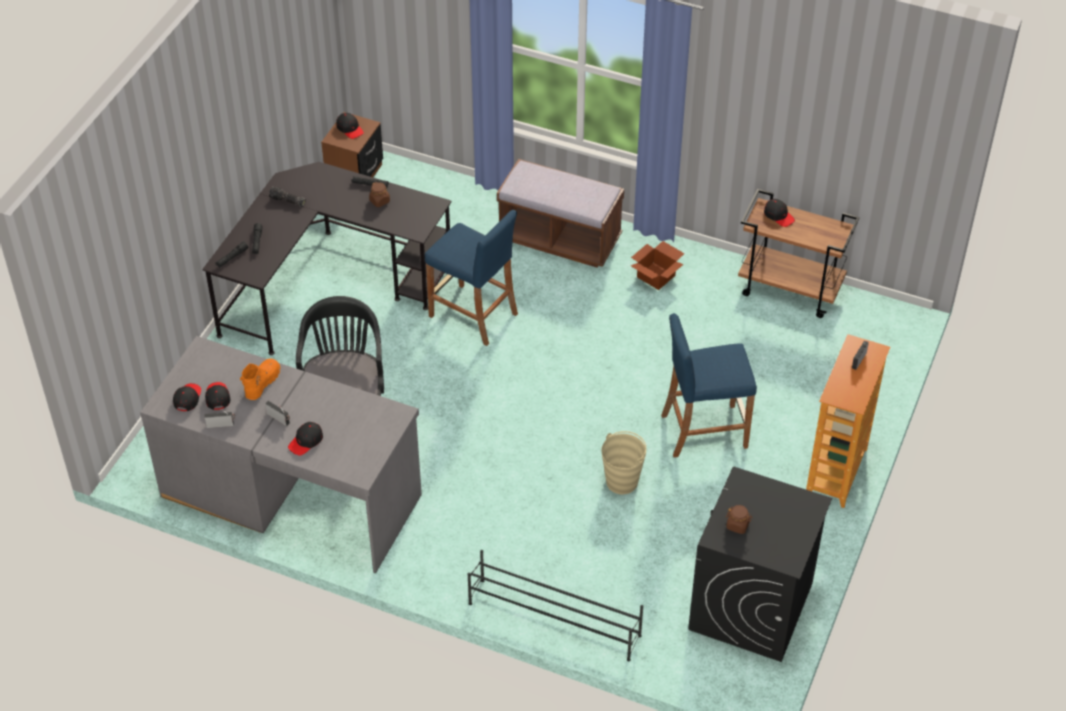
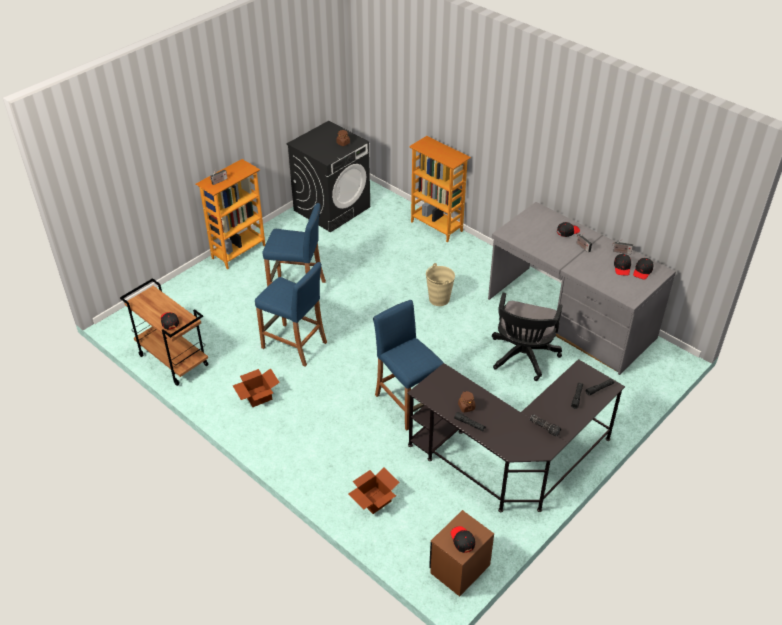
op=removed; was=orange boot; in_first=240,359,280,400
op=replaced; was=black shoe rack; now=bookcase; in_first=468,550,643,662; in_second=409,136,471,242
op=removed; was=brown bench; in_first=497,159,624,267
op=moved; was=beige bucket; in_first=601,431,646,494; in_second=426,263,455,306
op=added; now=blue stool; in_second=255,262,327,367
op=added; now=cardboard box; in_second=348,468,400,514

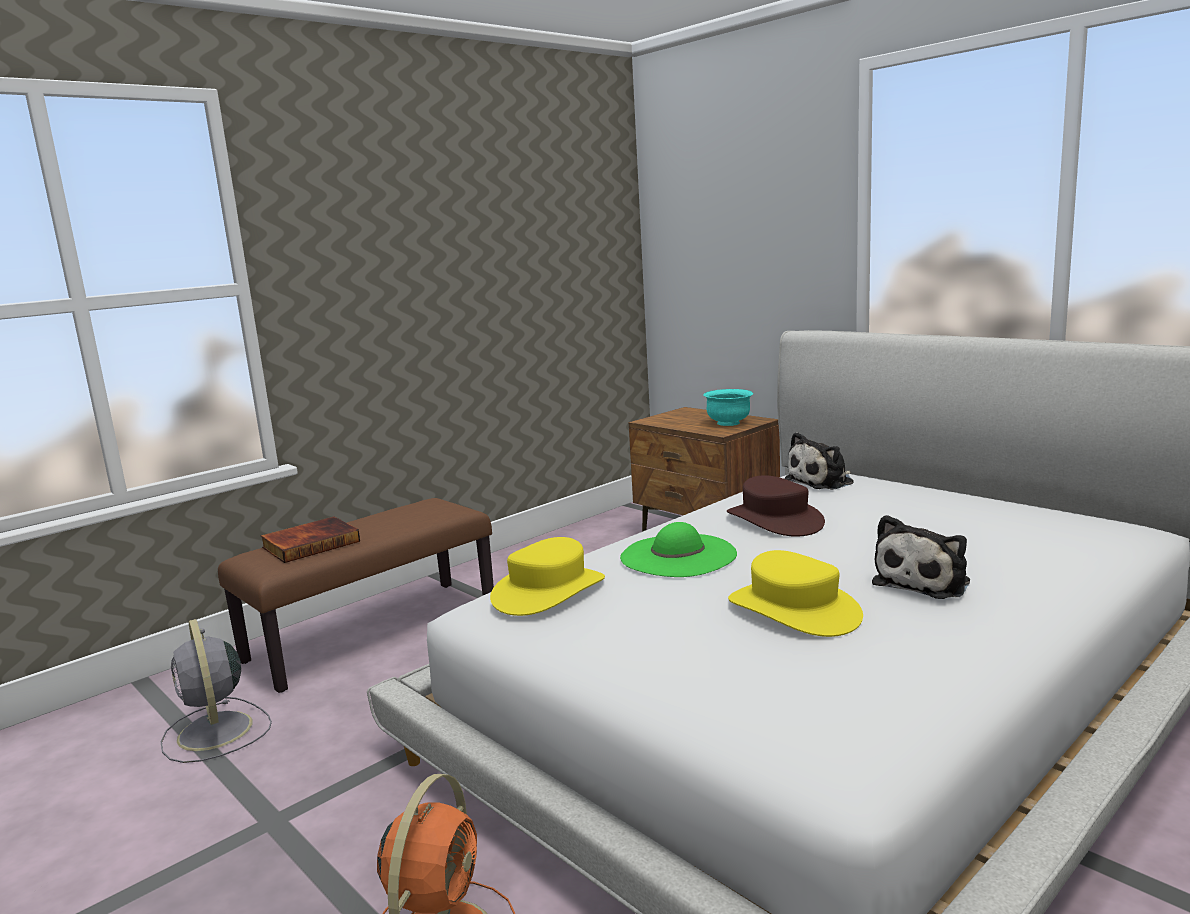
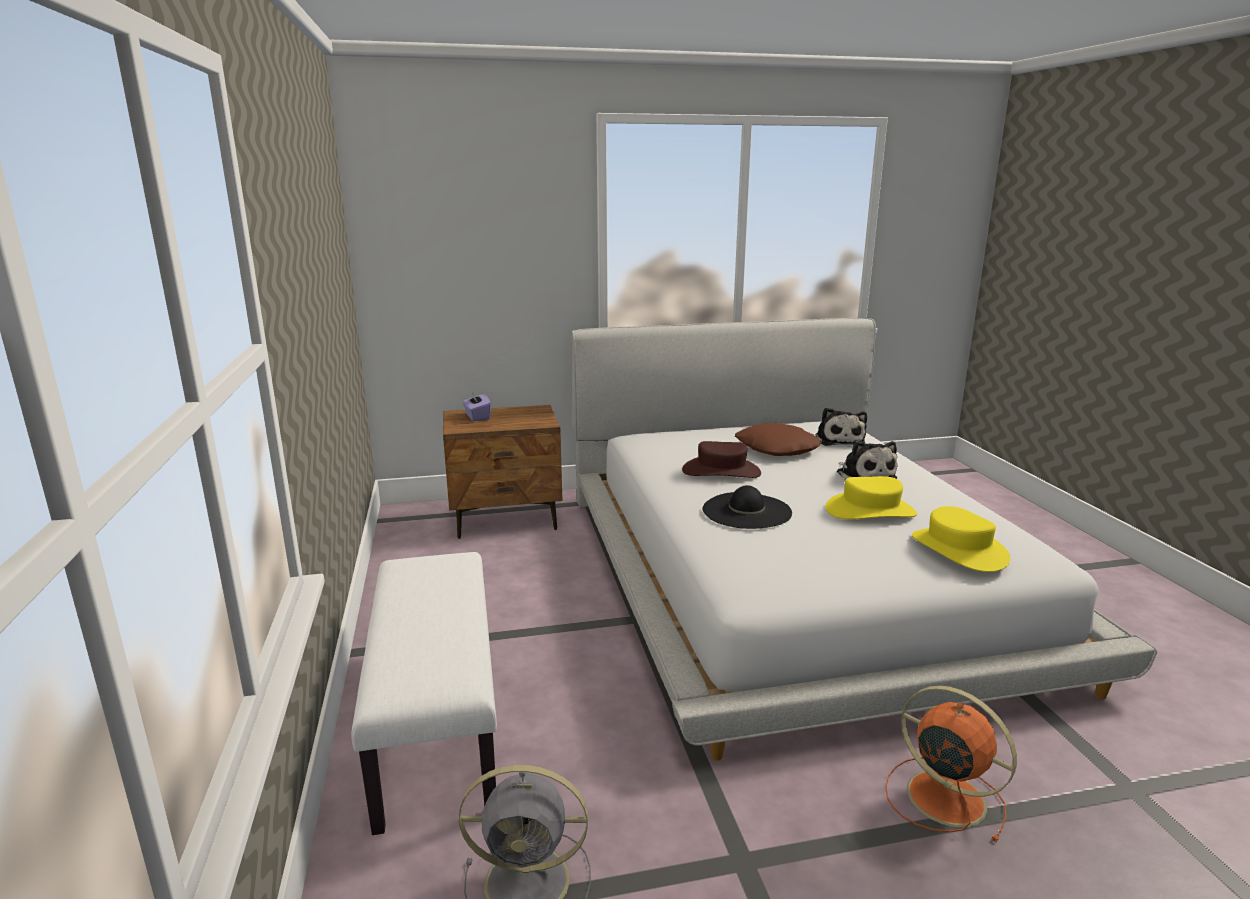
op=recoloured; was=brown bench; now=white bench; in_first=218,498,494,693; in_second=351,552,497,835
op=removed; was=book; in_first=260,516,360,563
op=moved; was=yellow hat; in_first=490,537,605,616; in_second=912,506,1010,572
op=recoloured; was=green hat; now=black hat; in_first=620,522,737,577; in_second=703,485,792,529
op=removed; was=turquoise bowl; in_first=703,389,753,426
op=moved; was=plush toy; in_first=785,432,854,490; in_second=815,407,867,446
op=added; now=purple tissue box; in_second=462,392,491,421
op=added; now=brown pillow; in_second=735,423,822,456

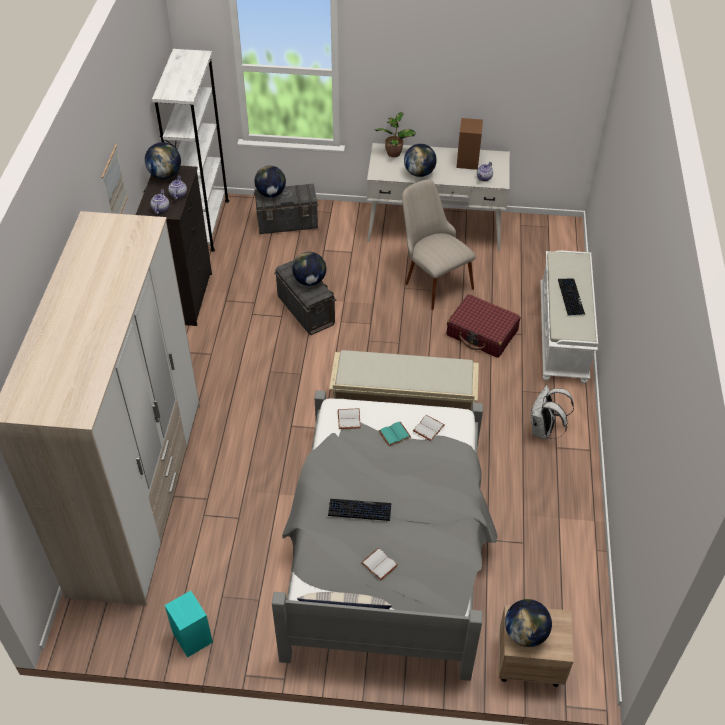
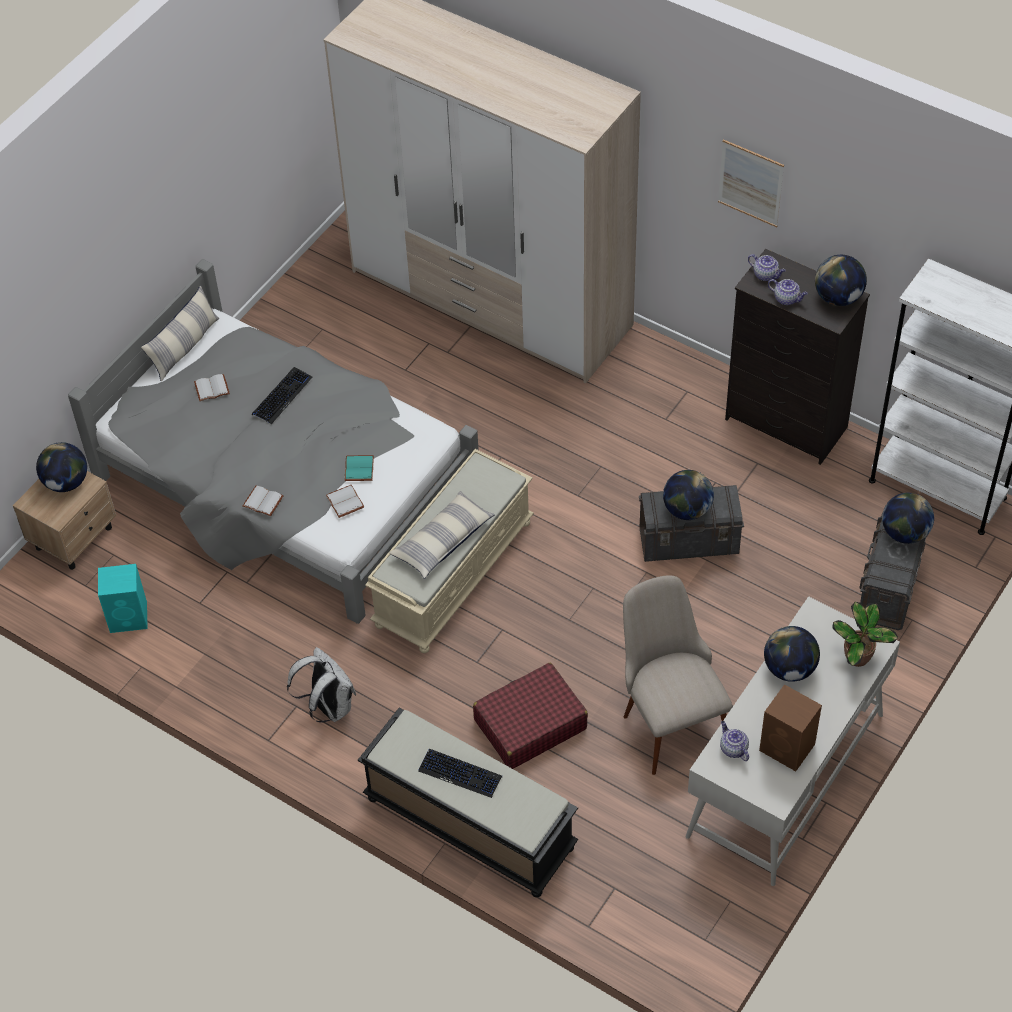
op=moved; was=turquoise speaker; in_first=165,591,213,658; in_second=98,564,148,633
op=moved; was=white book; in_first=338,408,361,429; in_second=243,486,284,516
op=turned; was=beige chair; in_first=402,180,476,310; in_second=623,575,733,775; clockwise=-105
op=recoloured; was=white bench; now=black bench; in_first=540,250,598,384; in_second=357,707,578,897
op=added; now=pillow; in_second=389,491,495,579

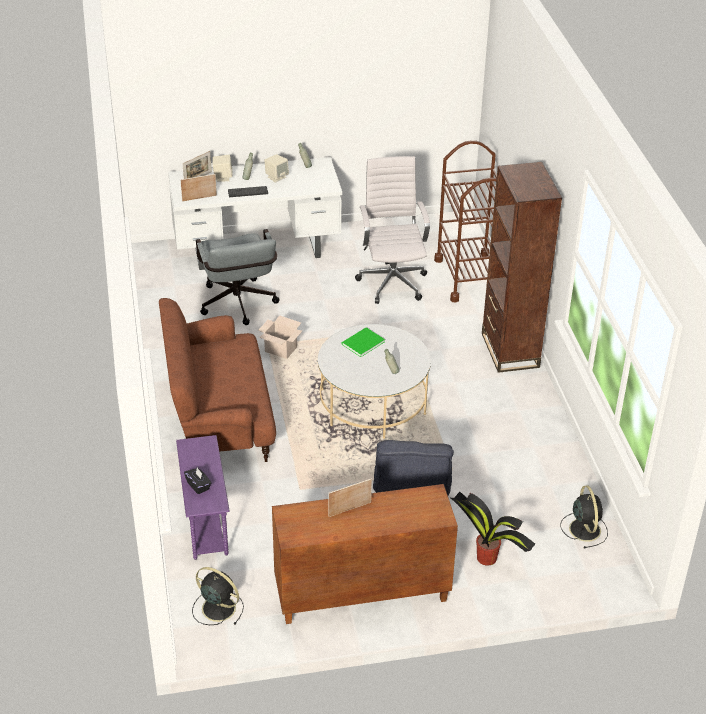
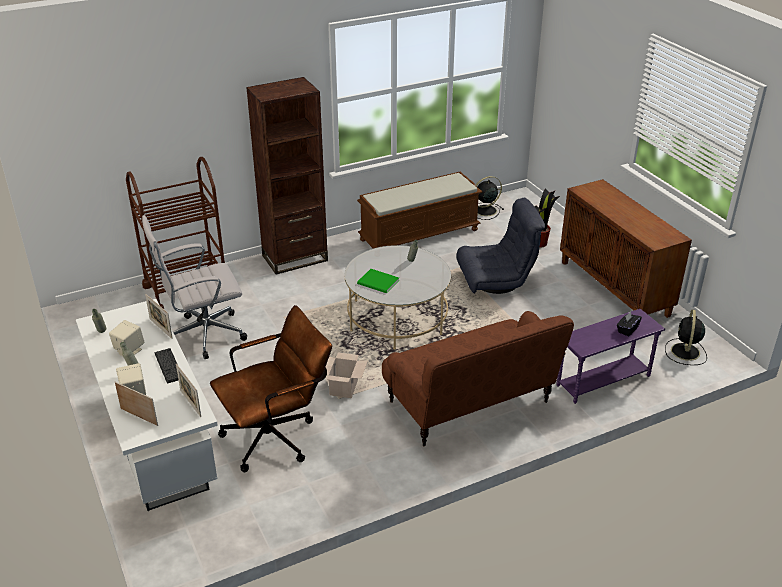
op=recoloured; was=grey office chair; now=brown office chair; in_first=196,229,279,325; in_second=210,305,332,472
op=moved; was=picture frame; in_first=329,478,372,517; in_second=145,294,173,339
op=added; now=brown bench; in_second=357,172,482,249

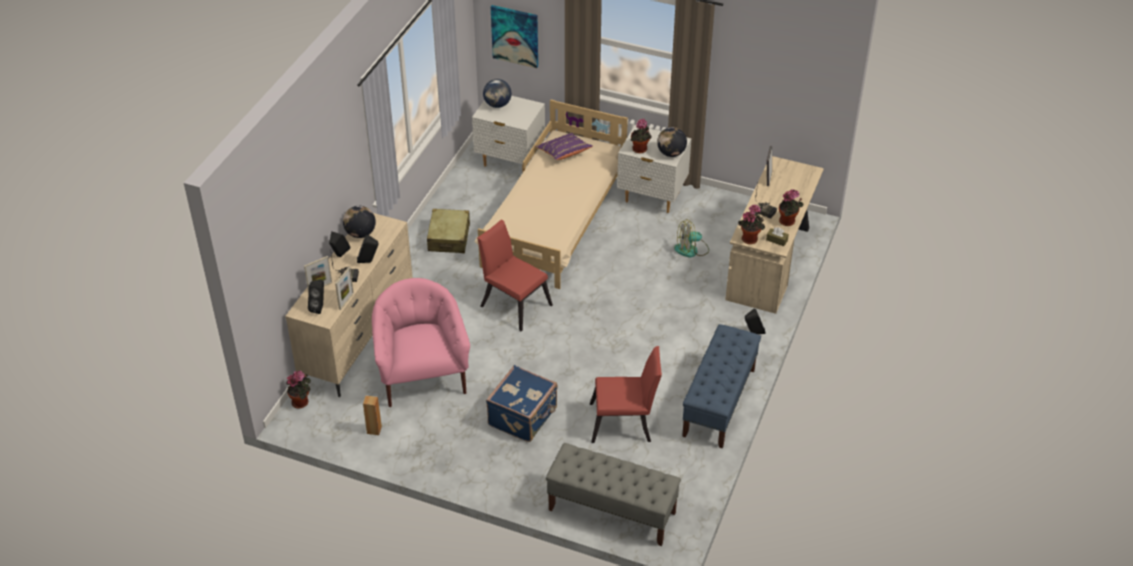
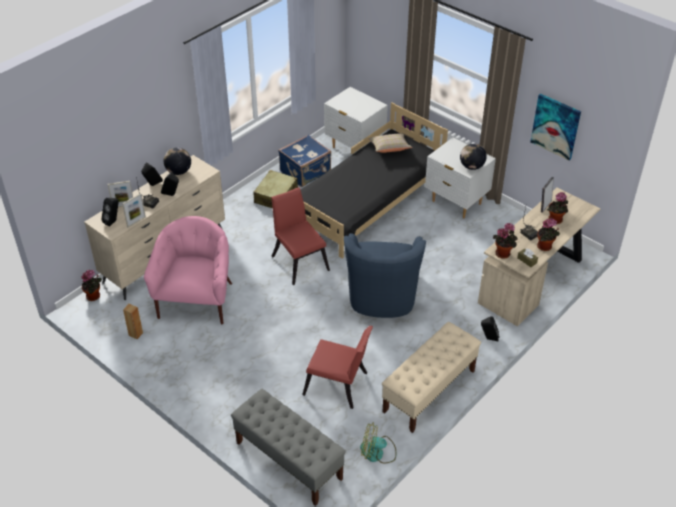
op=recoloured; was=beige bed; now=black bed; in_first=474,99,628,289; in_second=300,102,448,259
op=removed; was=globe; in_first=483,79,512,108
op=moved; was=blue suitcase; in_first=486,365,557,442; in_second=278,135,331,187
op=moved; was=picture; in_first=491,5,538,68; in_second=530,94,581,160
op=recoloured; was=purple pillow; now=beige pillow; in_first=536,133,593,160; in_second=368,134,412,153
op=moved; was=potted plant; in_first=631,119,652,154; in_second=547,192,568,224
op=moved; was=fan; in_first=674,219,709,258; in_second=360,422,397,464
op=recoloured; was=blue bench; now=beige bench; in_first=682,324,761,448; in_second=382,322,481,433
op=added; now=blue armchair; in_second=344,233,426,318

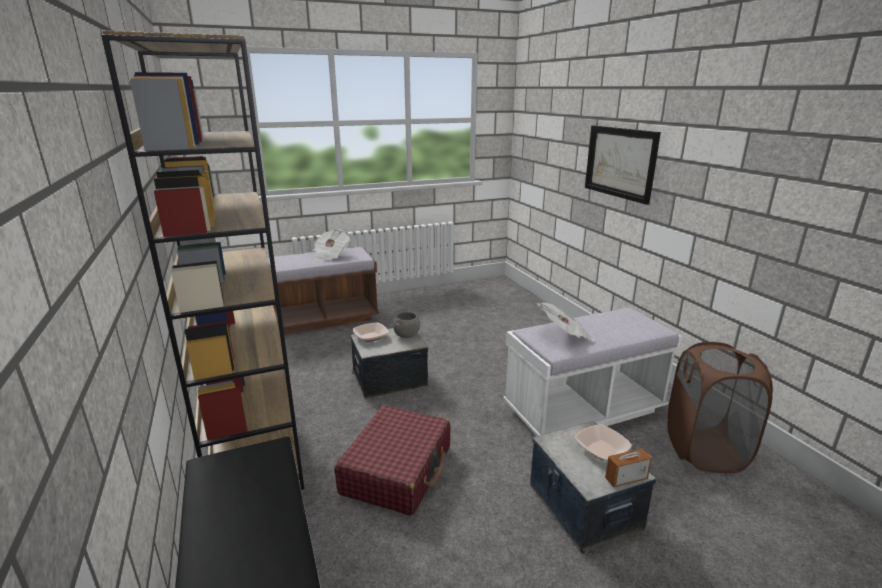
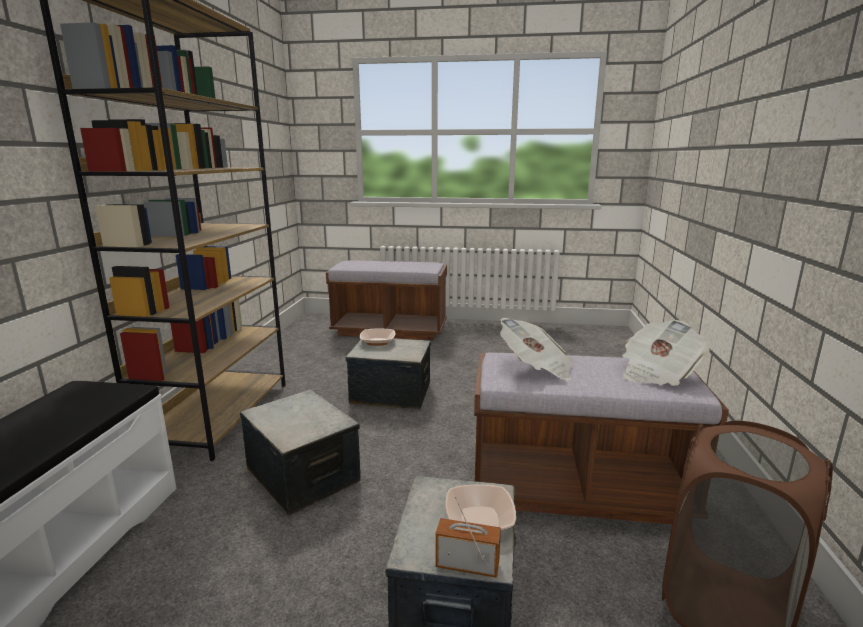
op=moved; was=newspaper; in_first=313,229,350,261; in_second=622,320,710,386
op=replaced; was=red suitcase; now=storage box; in_first=334,405,451,516; in_second=240,390,361,516
op=removed; was=grey bowl; in_first=393,312,420,338
op=recoloured; was=white bench; now=brown bench; in_first=503,308,682,436; in_second=473,352,729,524
op=removed; was=picture; in_first=585,126,661,205

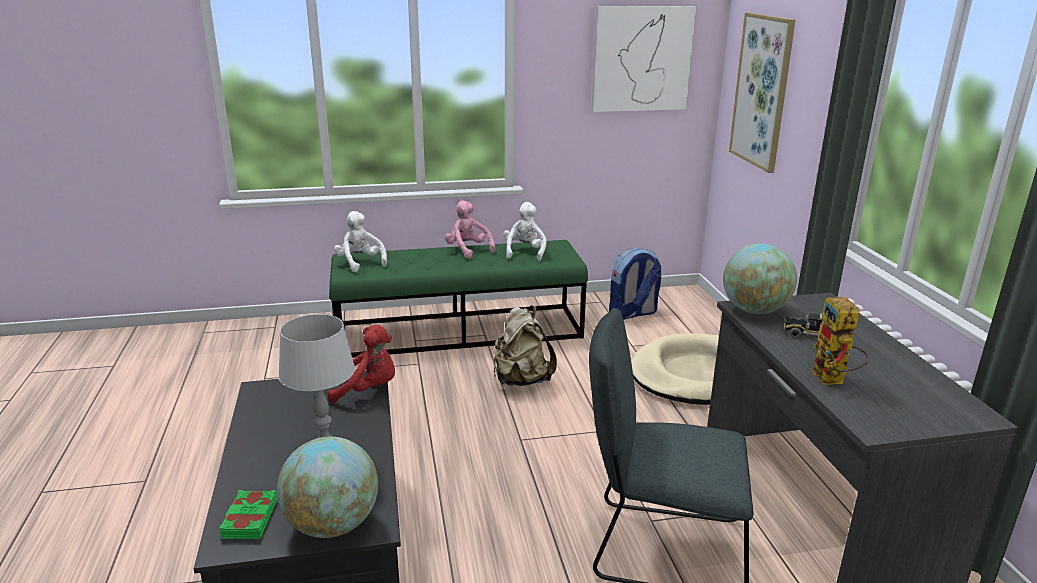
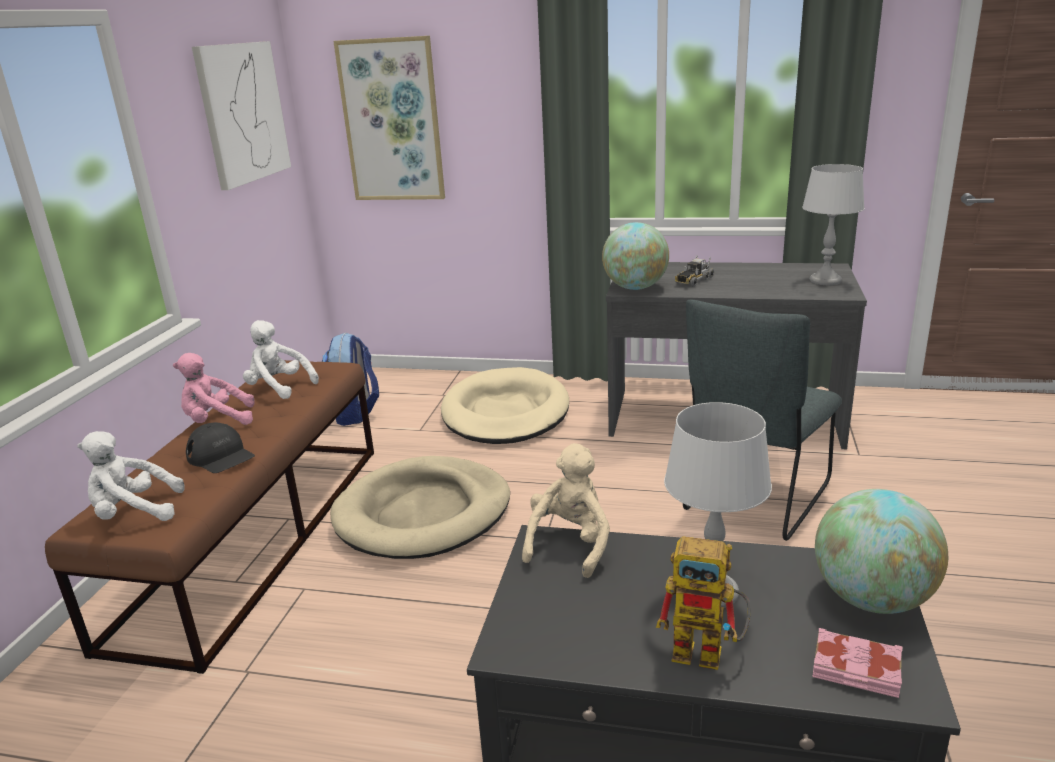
op=recoloured; was=green book; now=pink book; in_first=219,490,277,539; in_second=812,628,903,698
op=recoloured; was=red plush toy; now=beige plush toy; in_first=327,325,395,403; in_second=522,443,610,578
op=recoloured; was=green bench; now=brown bench; in_first=329,240,588,358; in_second=45,360,374,674
op=replaced; was=beige backpack; now=beige dog bed; in_first=494,306,557,386; in_second=330,456,510,559
op=moved; was=toy robot; in_first=810,297,869,385; in_second=656,536,751,670
op=added; now=black cap; in_second=186,422,255,473
op=added; now=grey table lamp; in_second=802,164,865,285

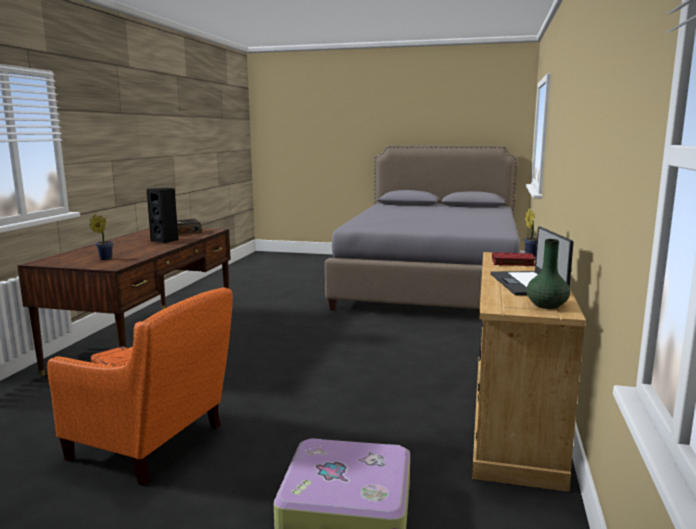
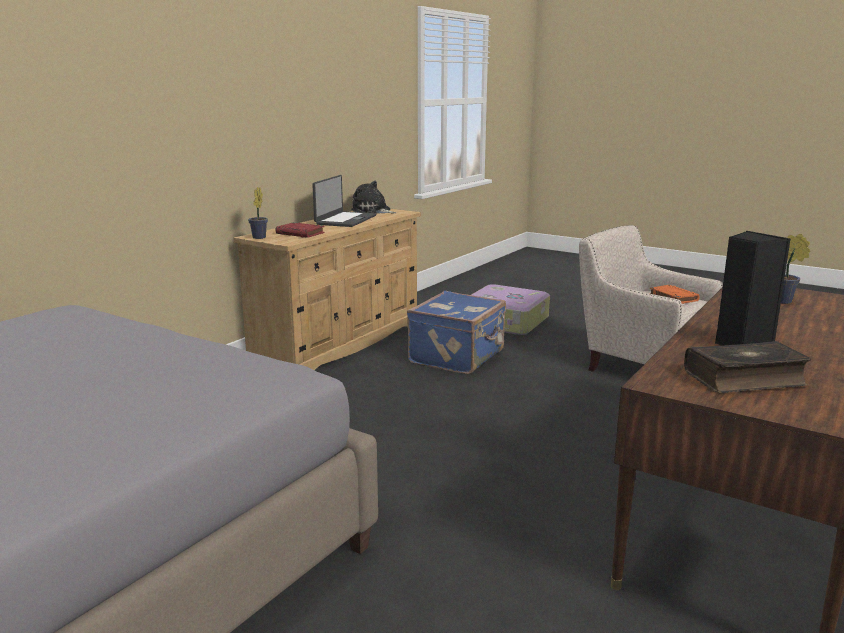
op=recoloured; was=orange armchair; now=beige armchair; in_first=47,287,233,486; in_second=579,225,723,372
op=replaced; was=green vase; now=plush toy; in_first=526,239,570,309; in_second=351,181,396,214
op=added; now=blue suitcase; in_second=407,291,506,375

